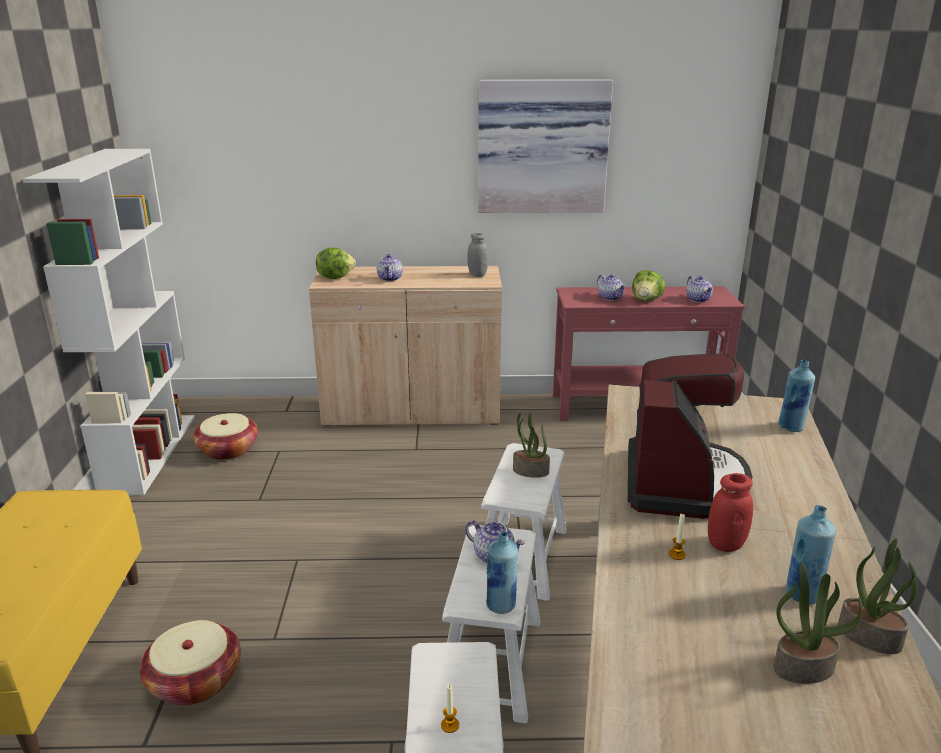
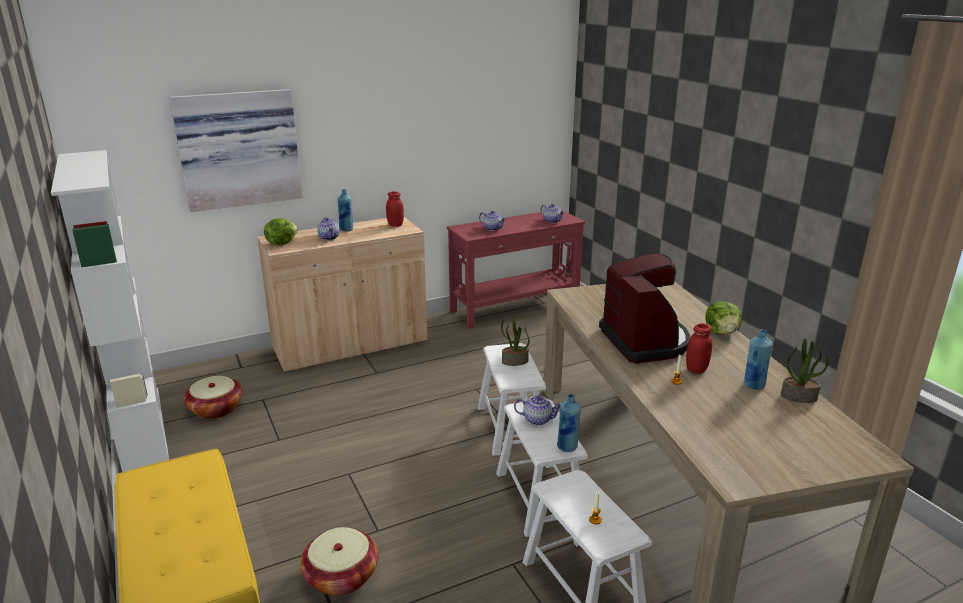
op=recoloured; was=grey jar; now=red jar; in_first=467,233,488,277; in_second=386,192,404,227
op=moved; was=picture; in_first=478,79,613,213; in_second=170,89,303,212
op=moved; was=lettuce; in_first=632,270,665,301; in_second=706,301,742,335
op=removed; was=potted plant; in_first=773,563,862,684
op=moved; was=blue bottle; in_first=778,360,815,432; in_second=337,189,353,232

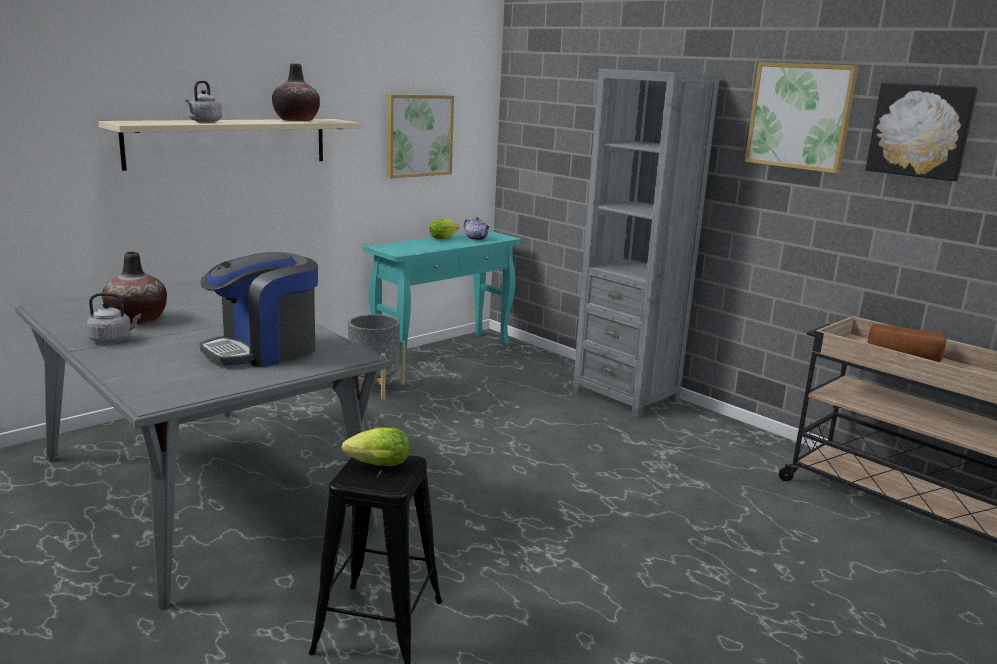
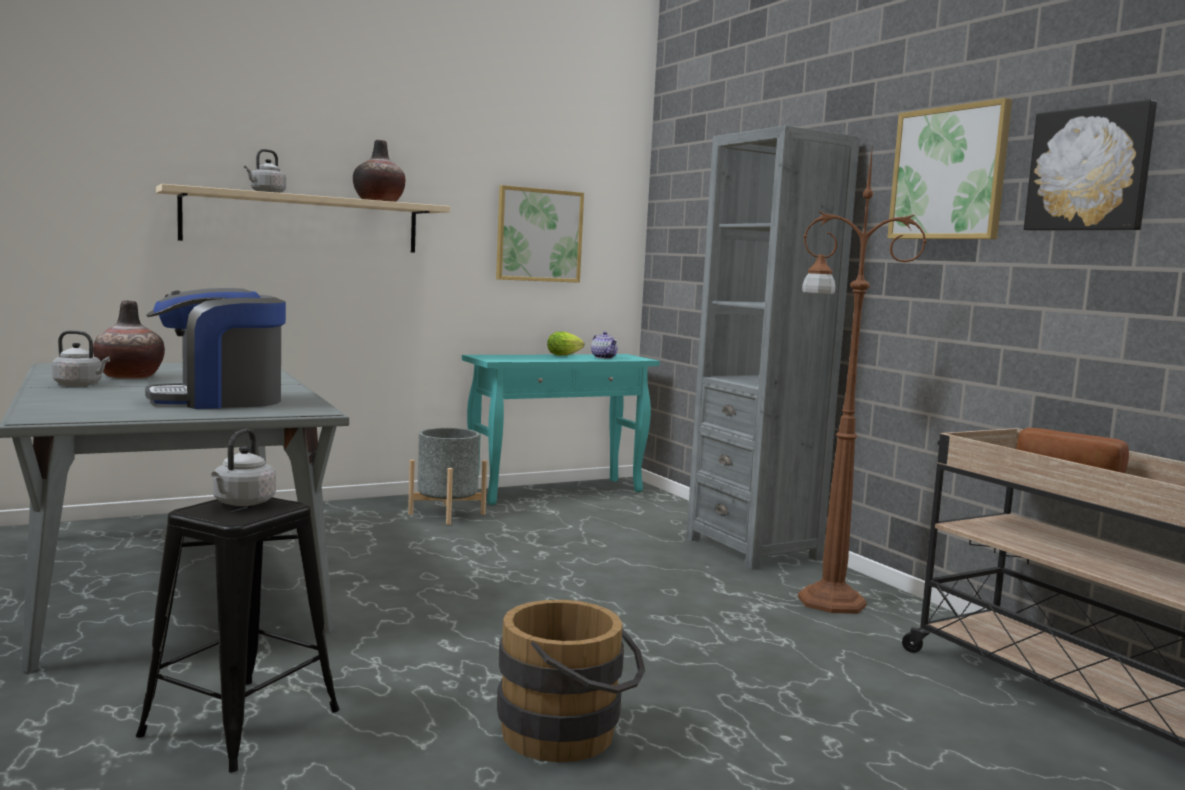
op=replaced; was=lettuce; now=grey kettle; in_first=342,427,409,466; in_second=211,429,276,506
op=added; now=brown bucket; in_second=497,600,645,762
op=added; now=brown floor lamp; in_second=798,144,927,614

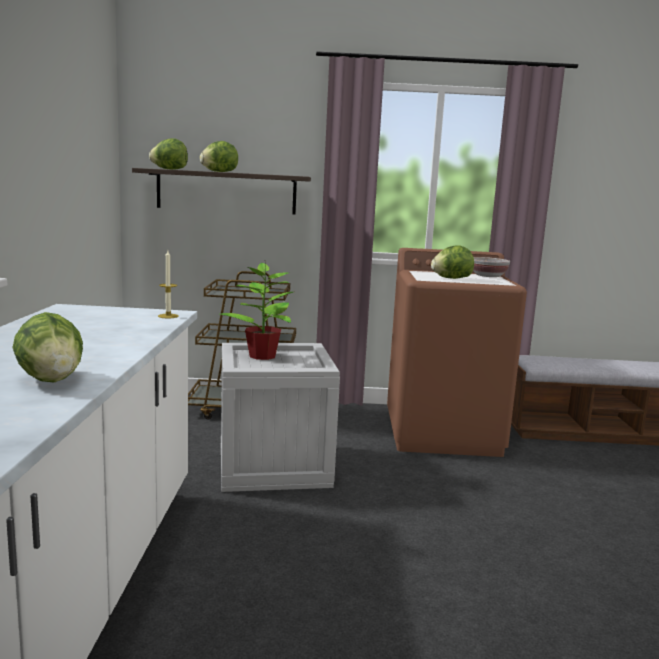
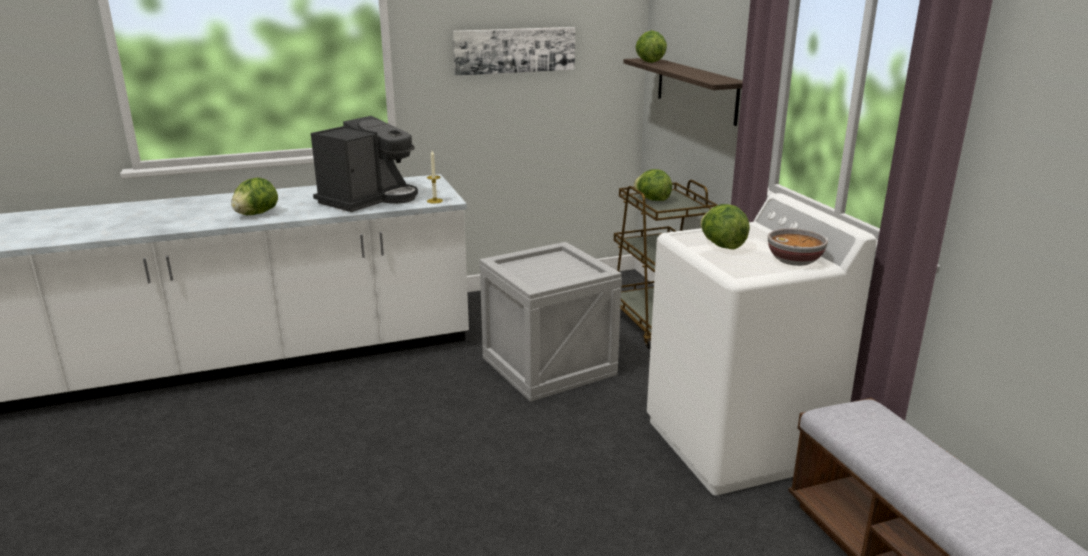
op=moved; was=lettuce; in_first=200,141,238,172; in_second=633,169,672,201
op=removed; was=potted plant; in_first=220,262,293,360
op=recoloured; was=brown washing machine; now=white washing machine; in_first=387,248,527,457; in_second=647,193,877,495
op=added; now=coffee machine; in_second=311,116,418,212
op=added; now=picture; in_second=453,27,575,76

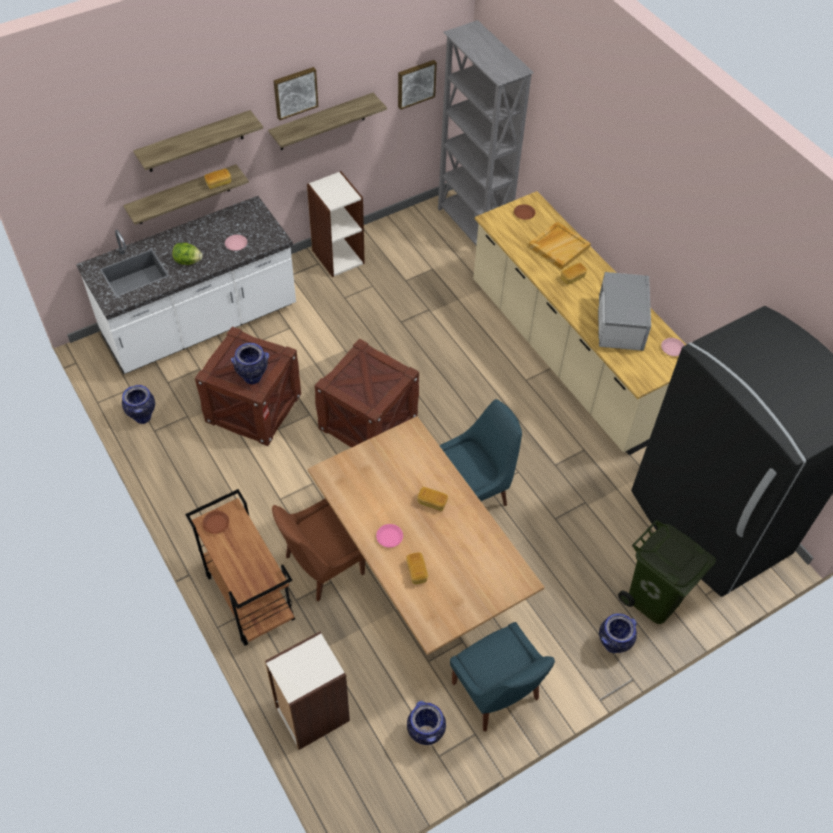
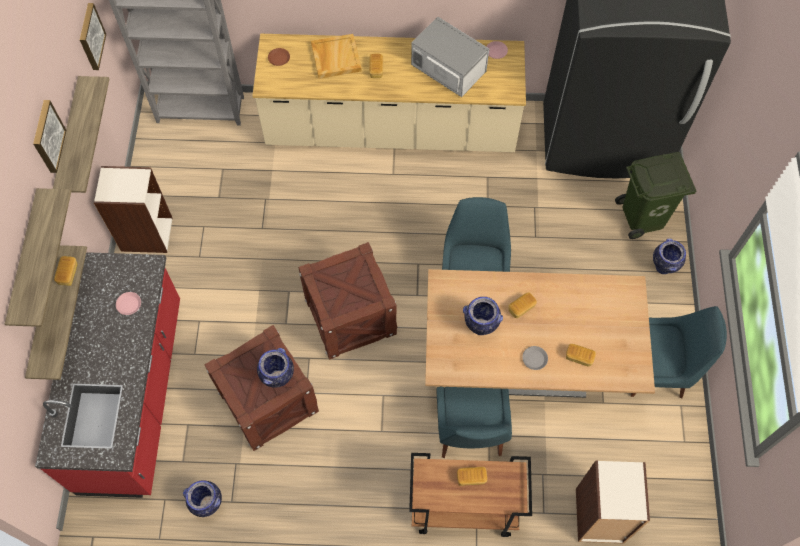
op=recoloured; was=white counter; now=red counter; in_first=76,196,296,374; in_second=35,252,180,498
op=removed; was=lettuce; in_first=172,243,203,265
op=removed; was=brown plate; in_first=202,511,229,534
op=recoloured; was=brown chair; now=blue chair; in_first=272,498,365,602; in_second=436,387,512,458
op=recoloured; was=pink plate; now=grey plate; in_first=376,524,403,548; in_second=522,346,548,370
op=moved; was=vase; in_first=407,701,446,745; in_second=463,297,503,335
op=added; now=bread; in_second=457,467,487,486

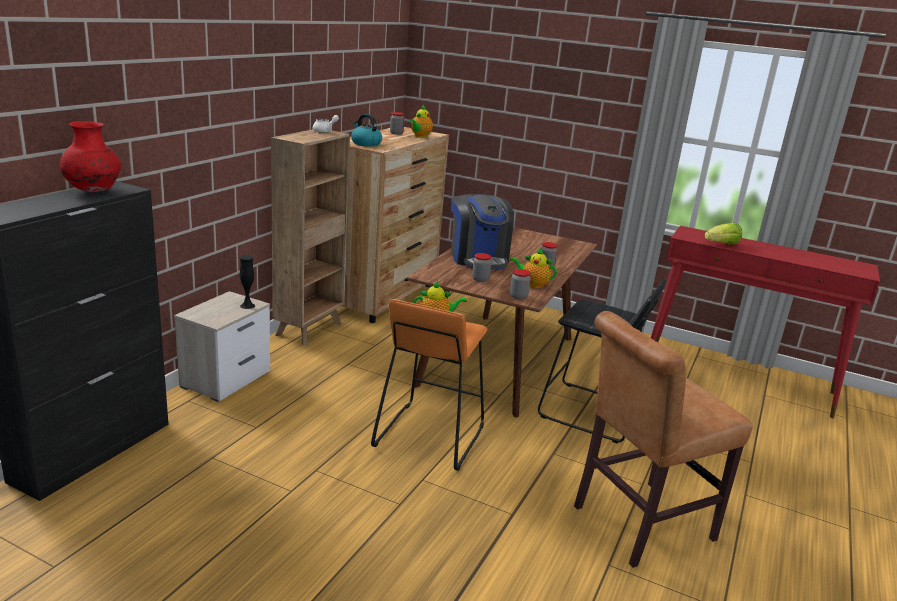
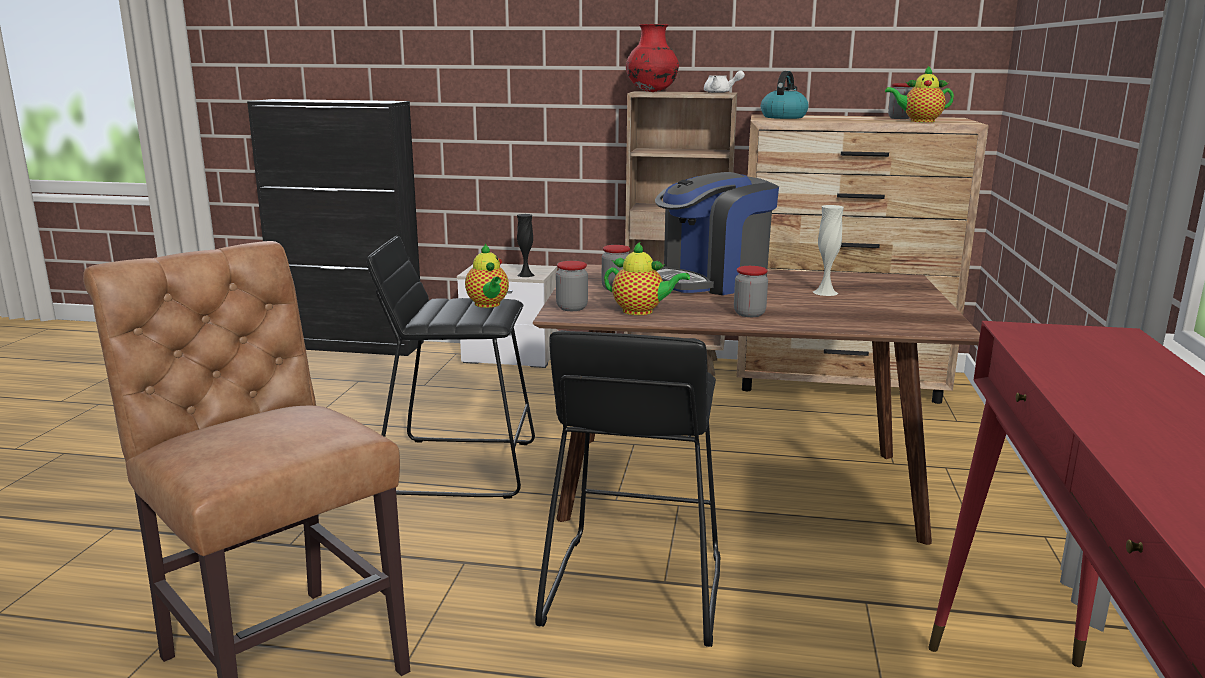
op=moved; was=red vase; in_first=60,121,121,192; in_second=626,24,679,92
op=recoloured; was=orange stool; now=black stool; in_first=371,299,488,471; in_second=367,236,535,499
op=turned; was=teapot; in_first=510,247,557,288; in_second=604,241,690,315; clockwise=105
op=removed; was=lettuce; in_first=704,222,742,245
op=added; now=white vase; in_second=813,205,844,296

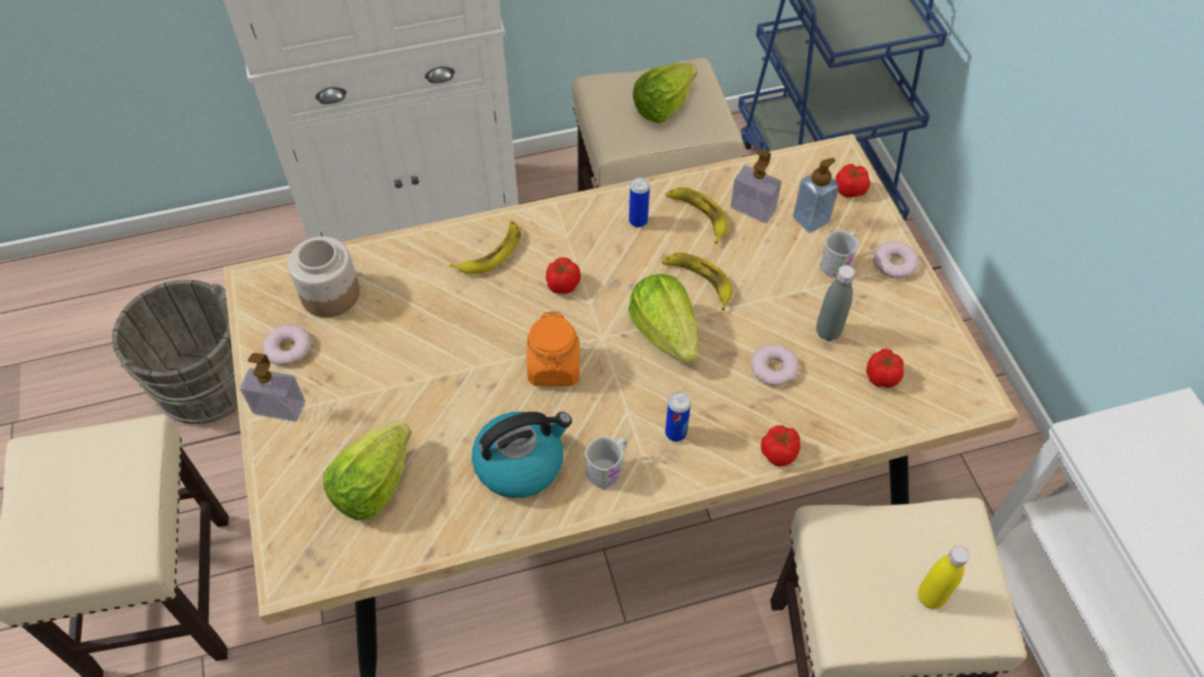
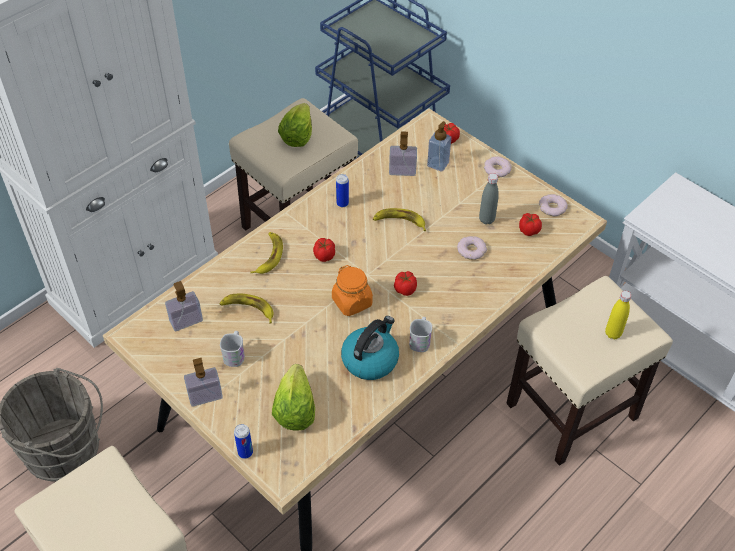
op=moved; was=donut; in_first=263,325,311,365; in_second=539,194,568,217
op=replaced; was=jar; now=soap dispenser; in_first=288,236,360,317; in_second=165,281,203,332
op=removed; was=lettuce; in_first=628,274,699,364
op=moved; was=can; in_first=665,392,691,442; in_second=234,424,253,459
op=moved; was=banana; in_first=666,188,728,244; in_second=219,294,274,324
op=moved; was=tomato; in_first=761,425,801,466; in_second=394,271,417,296
op=moved; was=white mug; in_first=819,230,859,279; in_second=220,331,245,367

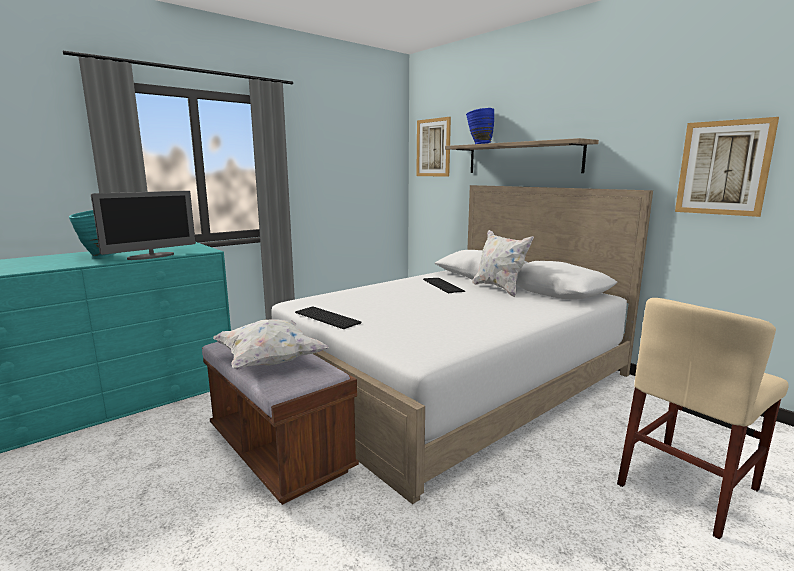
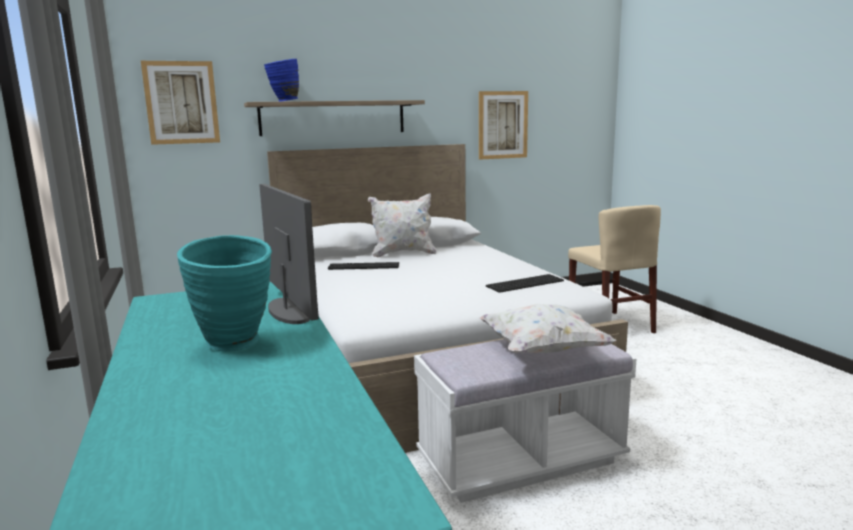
op=recoloured; was=brown bench; now=white bench; in_first=202,342,359,505; in_second=414,339,636,503
op=moved; was=keyboard; in_first=295,306,361,329; in_second=486,274,564,293

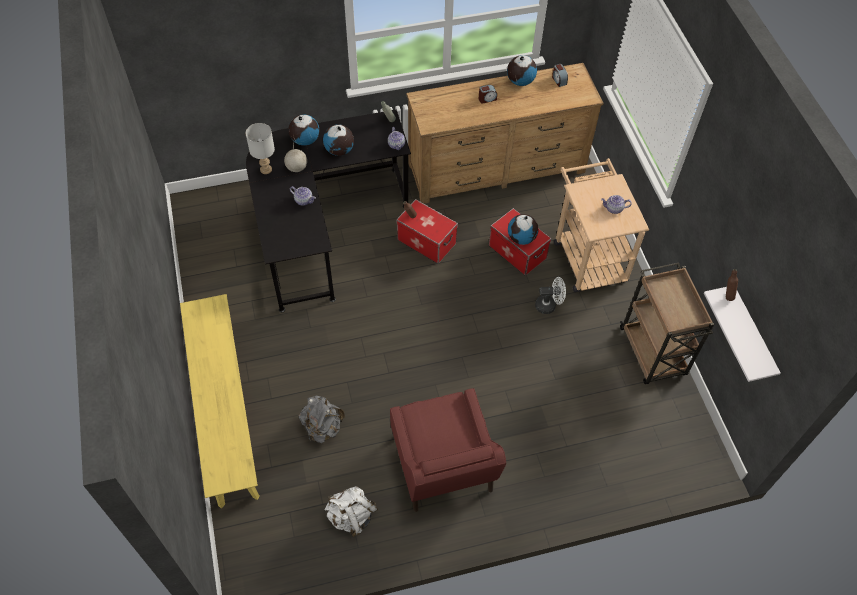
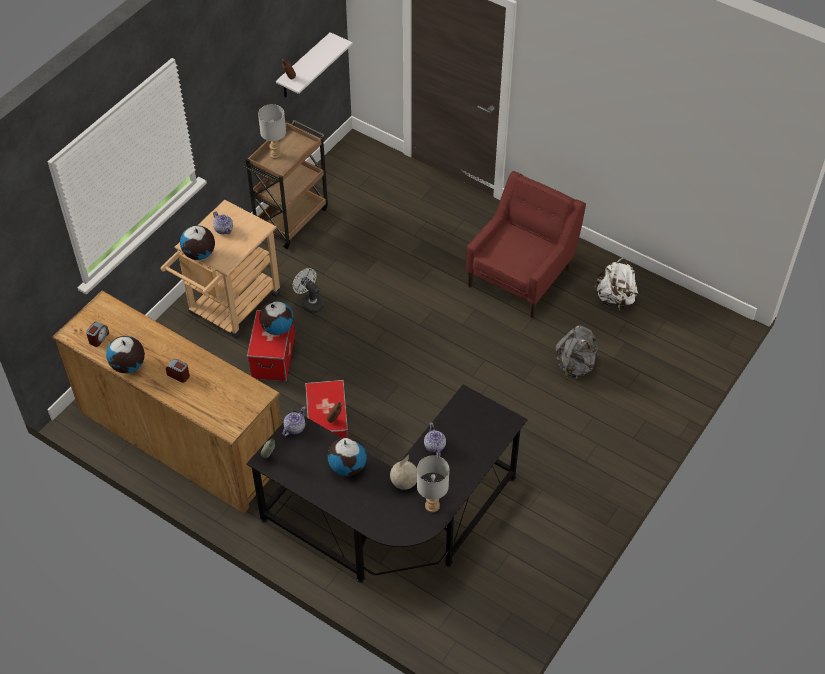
op=removed; was=yellow bench; in_first=180,294,260,508
op=moved; was=globe; in_first=288,114,319,146; in_second=180,225,215,260
op=added; now=grey table lamp; in_second=258,104,286,159

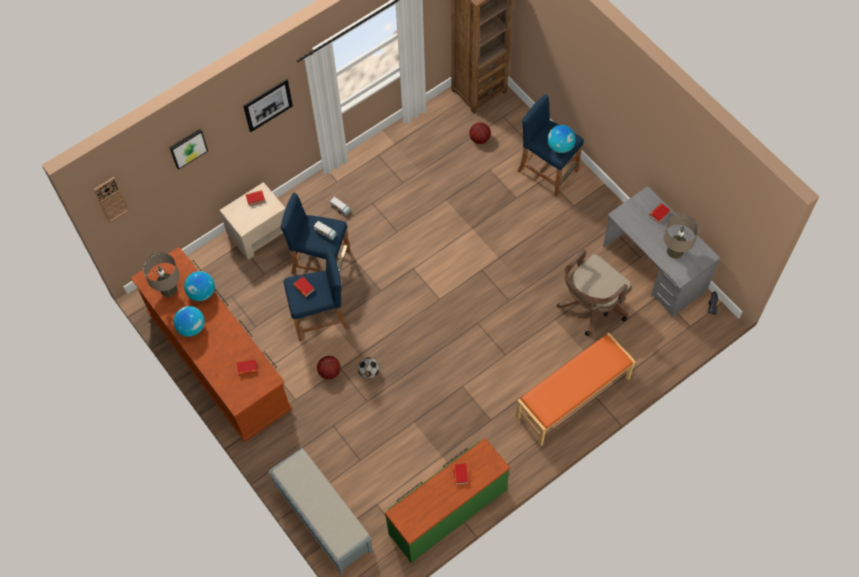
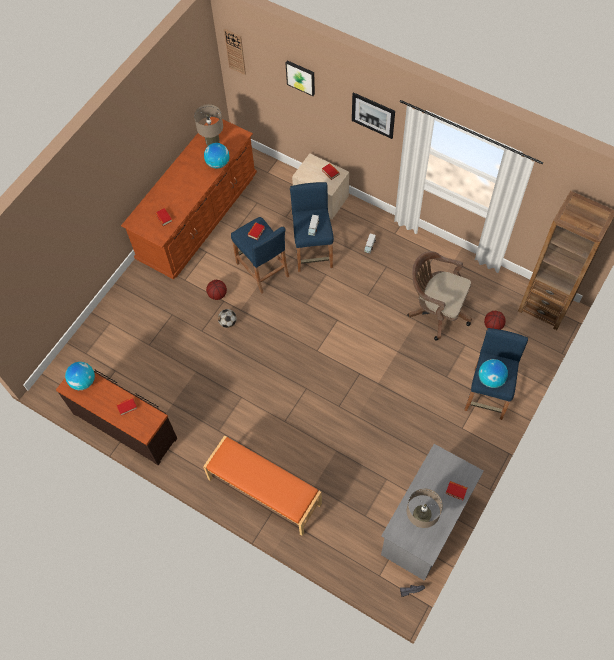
op=moved; was=globe; in_first=173,306,205,337; in_second=65,362,95,390
op=removed; was=grey bench; in_first=269,448,373,575
op=recoloured; was=green dresser; now=brown dresser; in_first=385,438,510,563; in_second=56,370,177,465
op=moved; was=brown office chair; in_first=557,249,632,336; in_second=407,251,472,340

